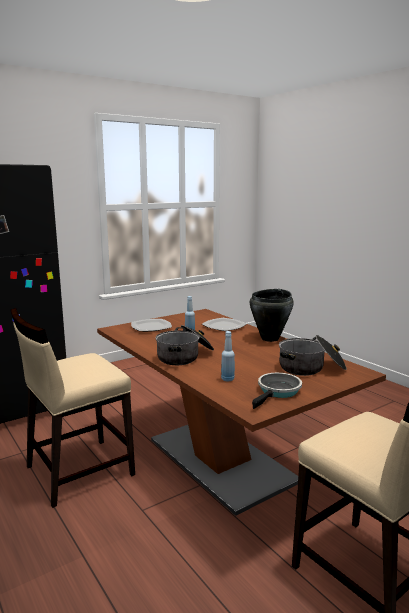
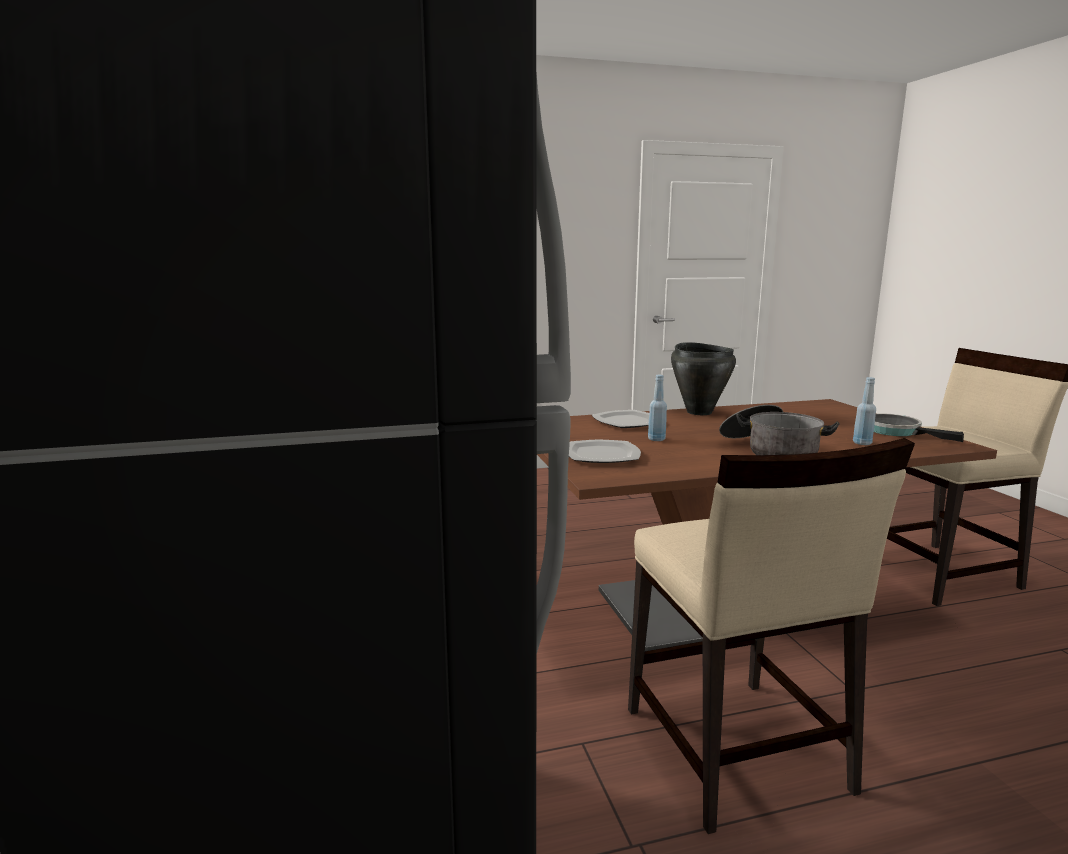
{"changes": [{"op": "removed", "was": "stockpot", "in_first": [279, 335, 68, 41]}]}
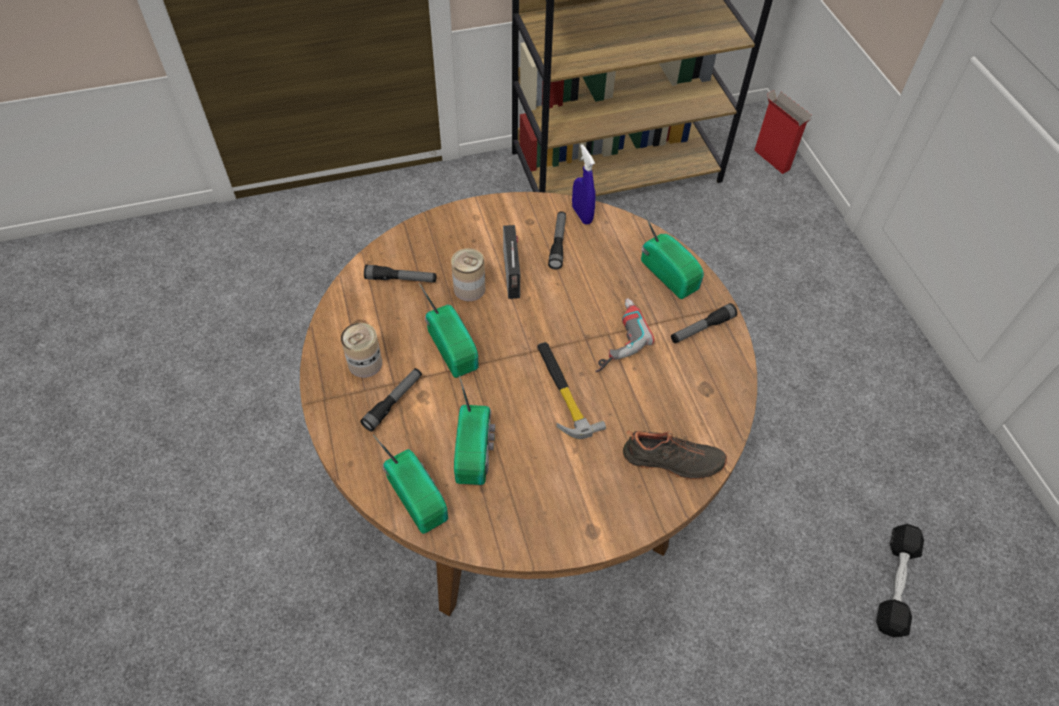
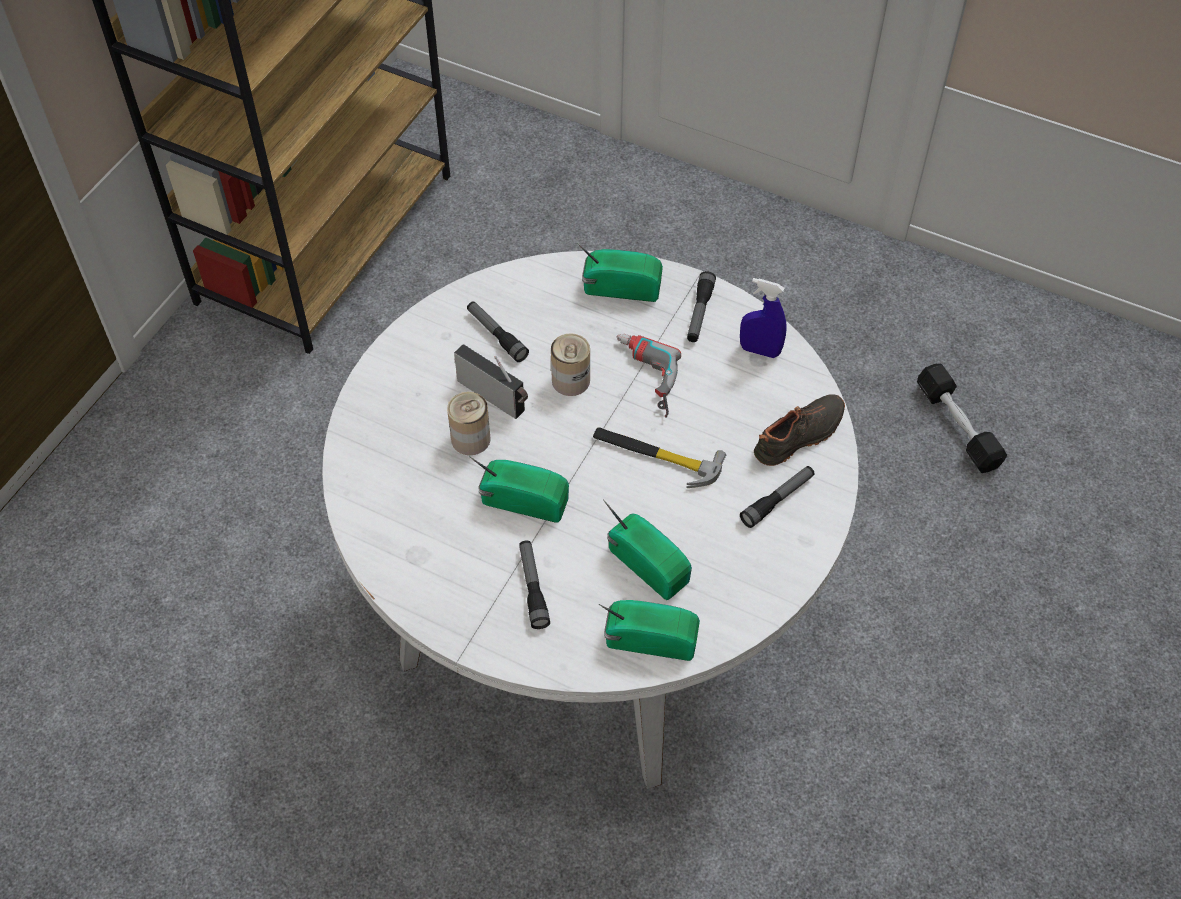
{"changes": [{"op": "removed", "was": "carton", "in_first": [754, 90, 58, 84]}, {"op": "moved", "was": "metal can", "in_first": [341, 323, 41, 55], "in_second": [551, 333, 39, 63]}, {"op": "moved", "was": "flashlight", "in_first": [364, 264, 72, 18], "in_second": [740, 466, 75, 62]}, {"op": "moved", "was": "spray bottle/blue", "in_first": [572, 144, 24, 81], "in_second": [740, 278, 47, 80]}, {"op": "recoloured", "was": "dinner table/brown", "now": "dinner table/white", "in_first": [300, 192, 457, 425], "in_second": [322, 251, 537, 538]}]}
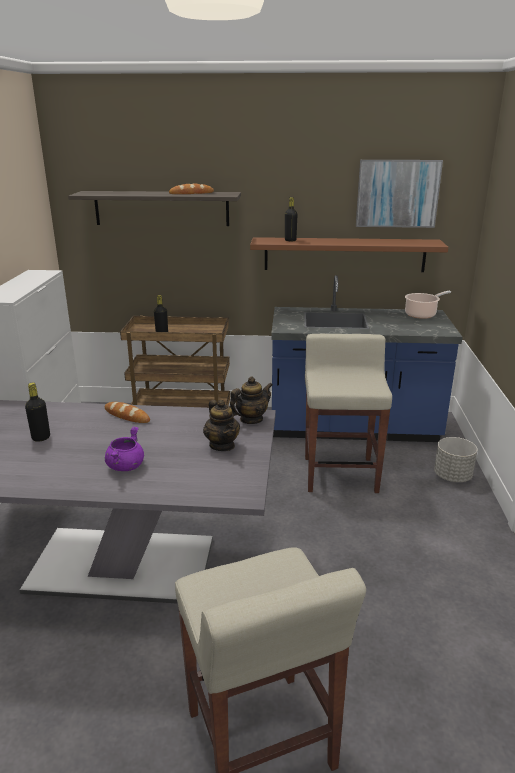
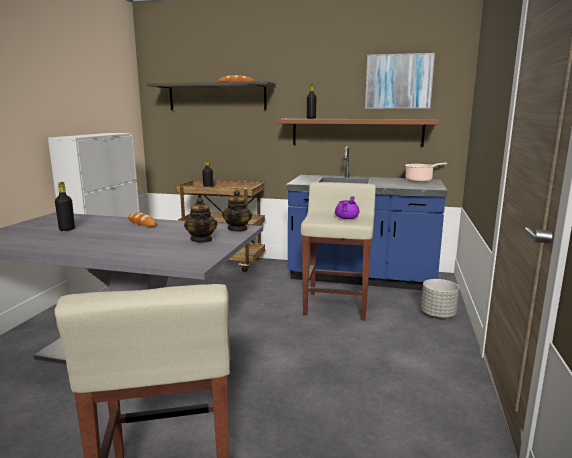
{"changes": [{"op": "moved", "was": "stockpot/purplish", "in_first": [105, 427, 39, 44], "in_second": [335, 196, 24, 23]}, {"op": "turned", "was": "teapot", "in_first": [230, 376, 43, 48], "in_second": [222, 190, 30, 42], "clockwise": 120}]}
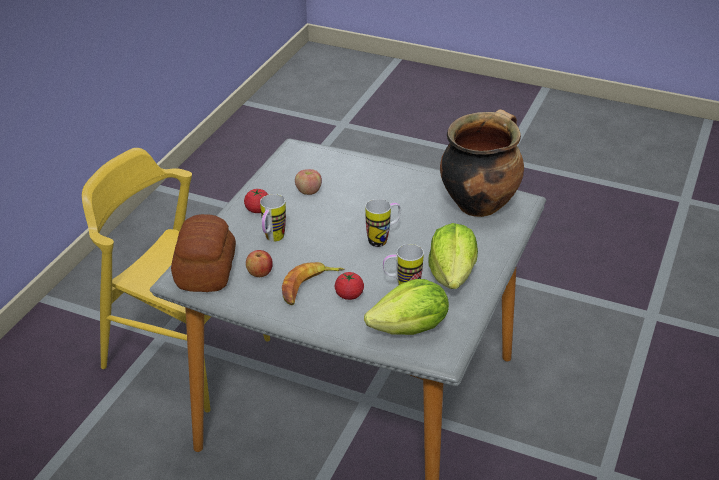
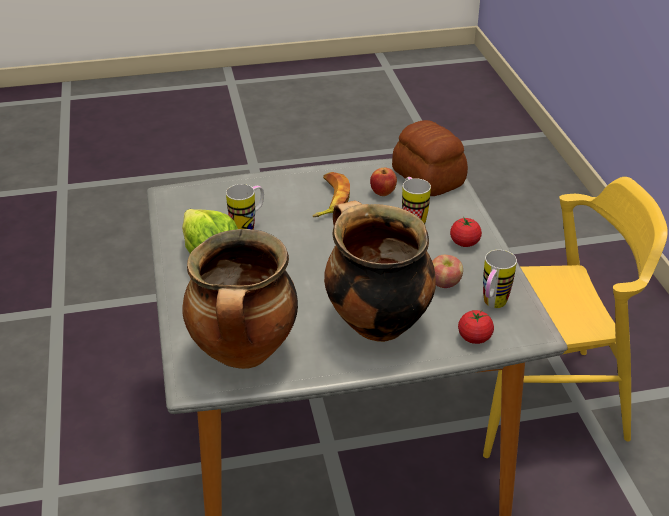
{"changes": [{"op": "removed", "was": "head of lettuce", "in_first": [364, 279, 85, 56]}, {"op": "added", "now": "stockpot", "in_second": [324, 201, 112, 141]}, {"op": "moved", "was": "fresh tomato", "in_first": [335, 272, 29, 28], "in_second": [458, 310, 36, 34]}, {"op": "moved", "was": "mug", "in_first": [365, 199, 36, 48], "in_second": [483, 250, 34, 58]}]}
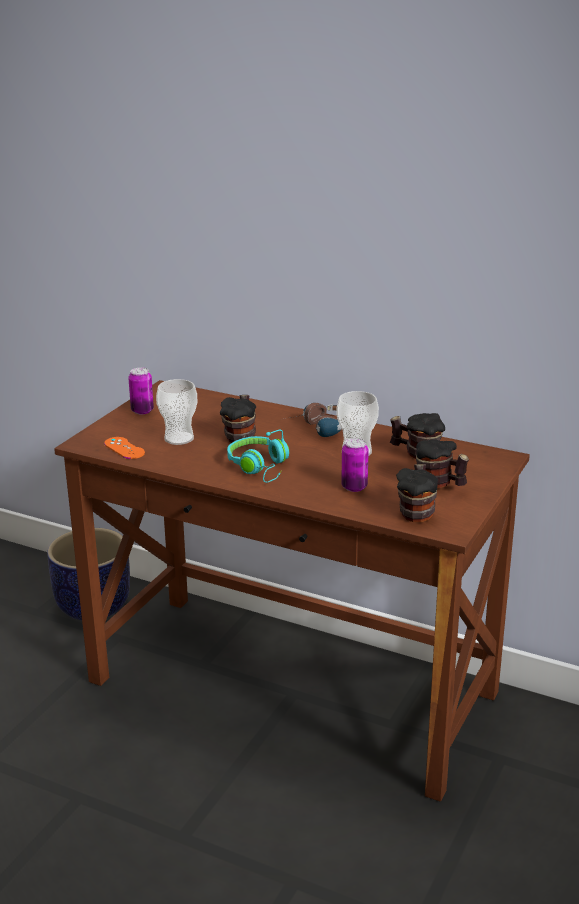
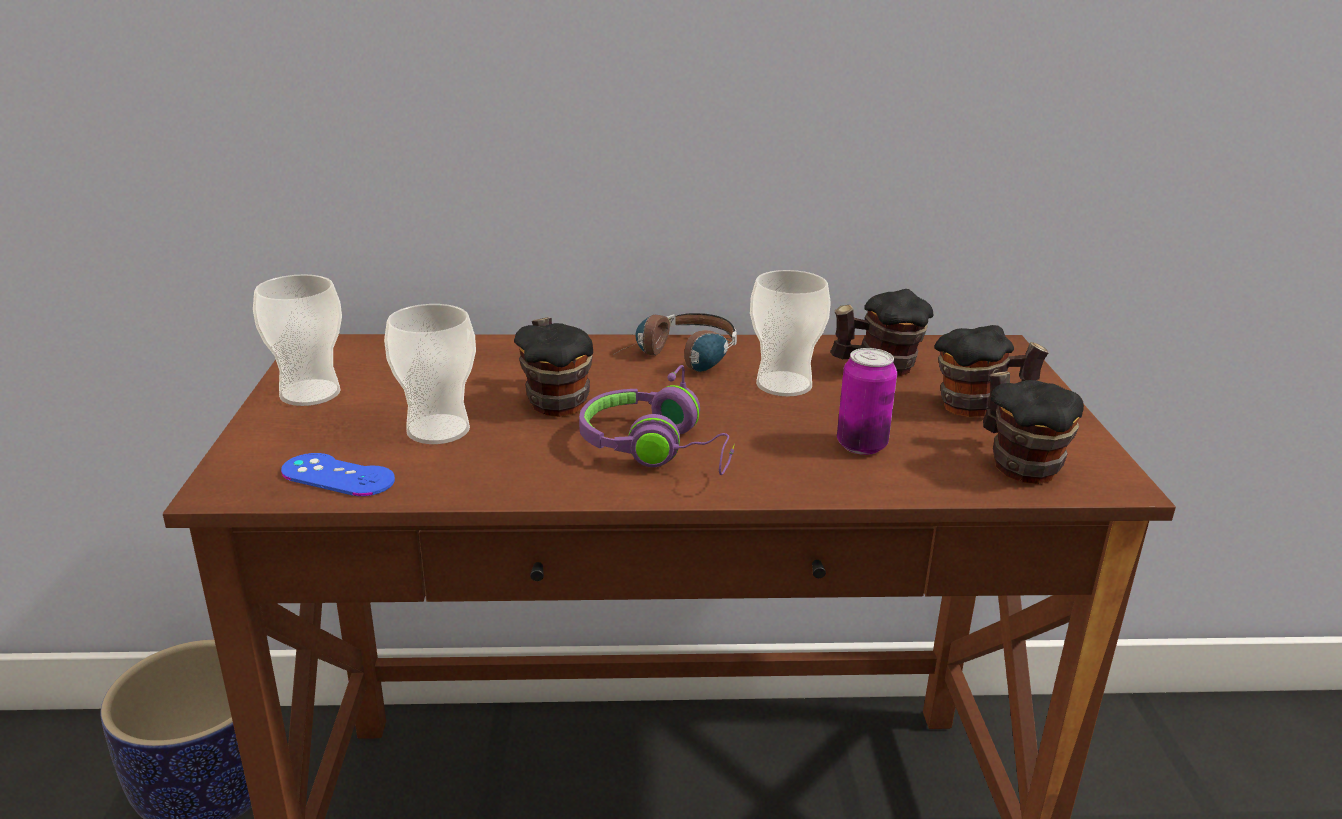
{"changes": [{"op": "replaced", "was": "metal can", "now": "cup", "in_first": [128, 368, 26, 47], "in_second": [253, 274, 89, 132]}, {"op": "recoloured", "was": "joypad/orange-coloured", "now": "joypad/blue", "in_first": [104, 437, 41, 22], "in_second": [281, 453, 114, 43]}, {"op": "recoloured", "was": "pair of headphones/blue-green", "now": "pair of headphones/purplish", "in_first": [227, 430, 62, 53], "in_second": [579, 365, 156, 110]}]}
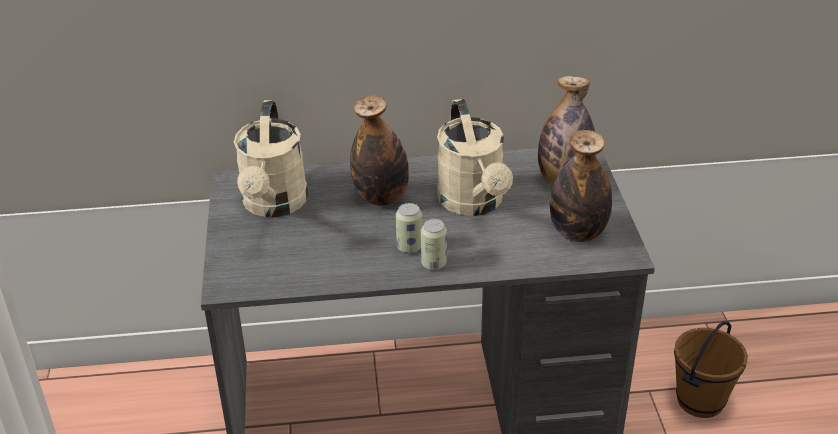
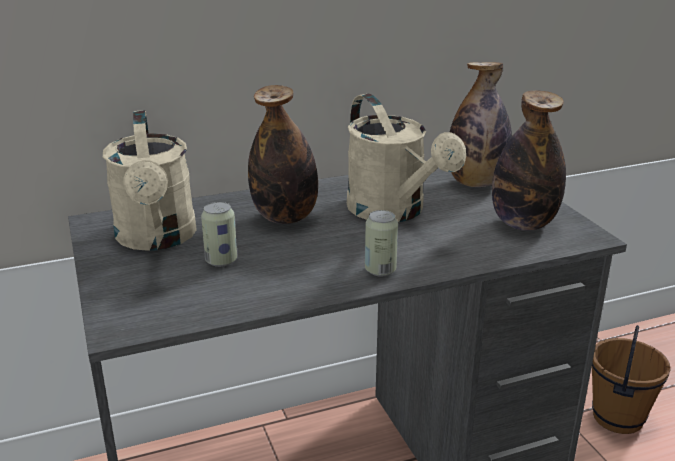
{"changes": [{"op": "moved", "was": "metal can", "in_first": [396, 203, 26, 50], "in_second": [201, 202, 36, 65]}]}
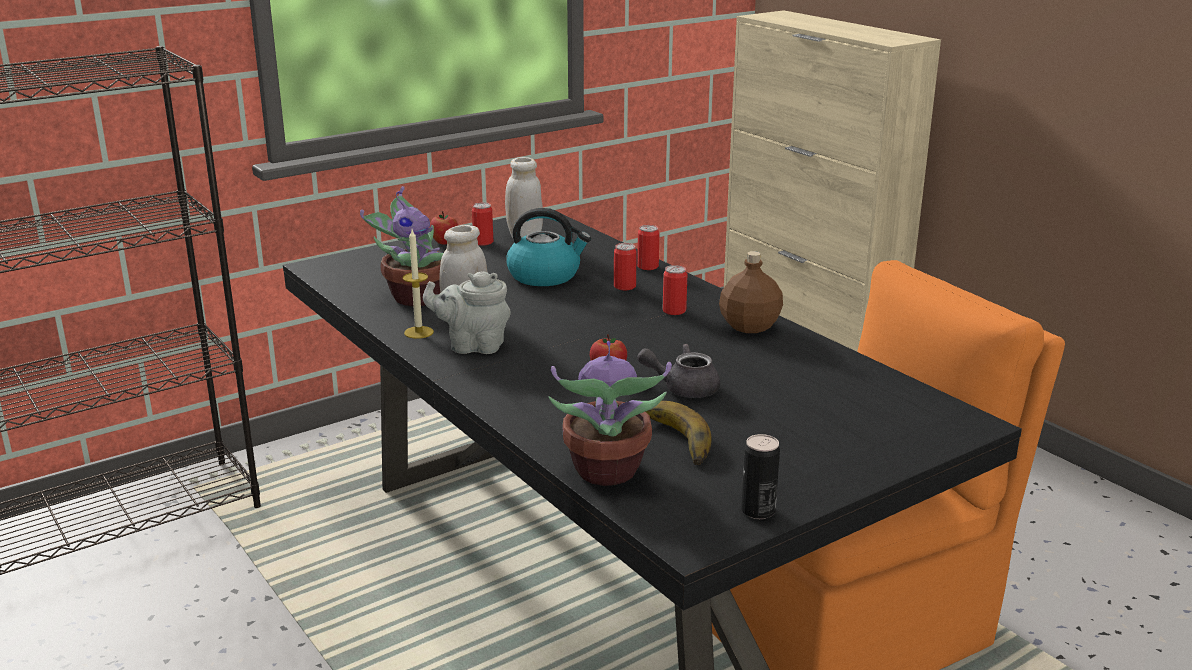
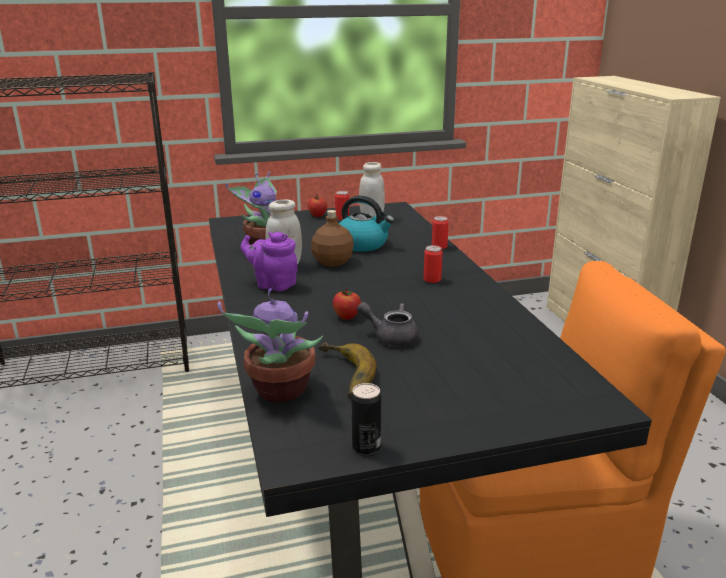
{"changes": [{"op": "removed", "was": "candle", "in_first": [402, 230, 32, 109]}, {"op": "removed", "was": "metal can", "in_first": [614, 243, 23, 47]}, {"op": "moved", "was": "bottle/brown", "in_first": [719, 251, 64, 82], "in_second": [311, 210, 43, 57]}, {"op": "recoloured", "was": "teapot/grey", "now": "teapot/purplish", "in_first": [423, 271, 88, 83], "in_second": [240, 232, 58, 60]}]}
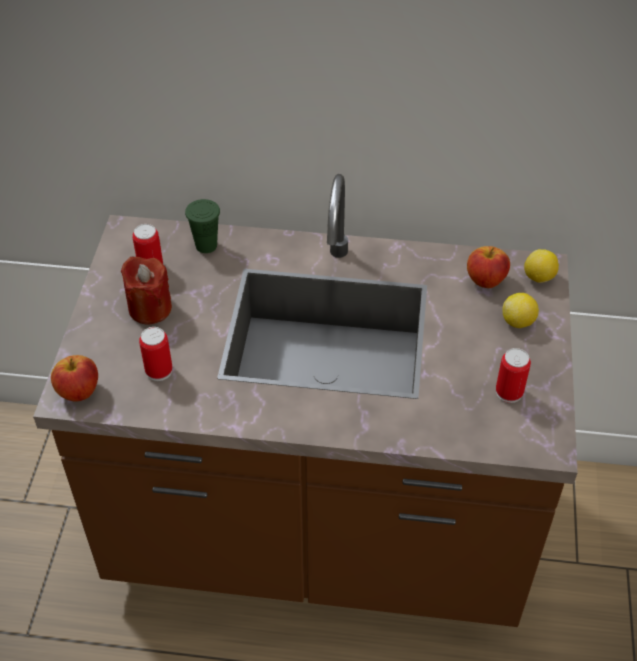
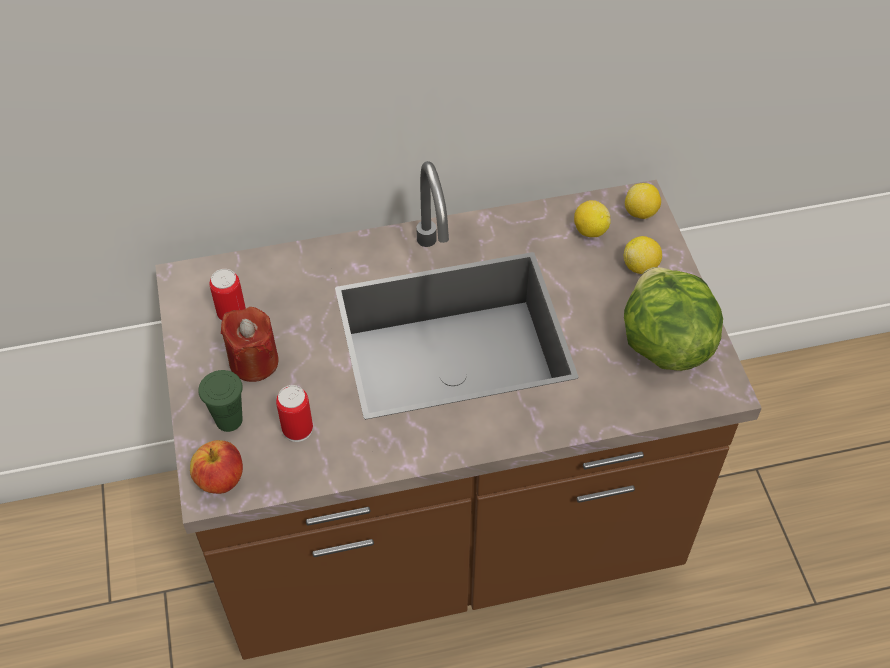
{"changes": [{"op": "moved", "was": "cup/greenish", "in_first": [185, 199, 35, 54], "in_second": [198, 370, 45, 62]}, {"op": "replaced", "was": "apple fruit", "now": "whole lemon", "in_first": [467, 246, 43, 42], "in_second": [574, 200, 37, 37]}, {"op": "replaced", "was": "metal can", "now": "head of lettuce", "in_first": [496, 348, 35, 55], "in_second": [624, 267, 99, 104]}]}
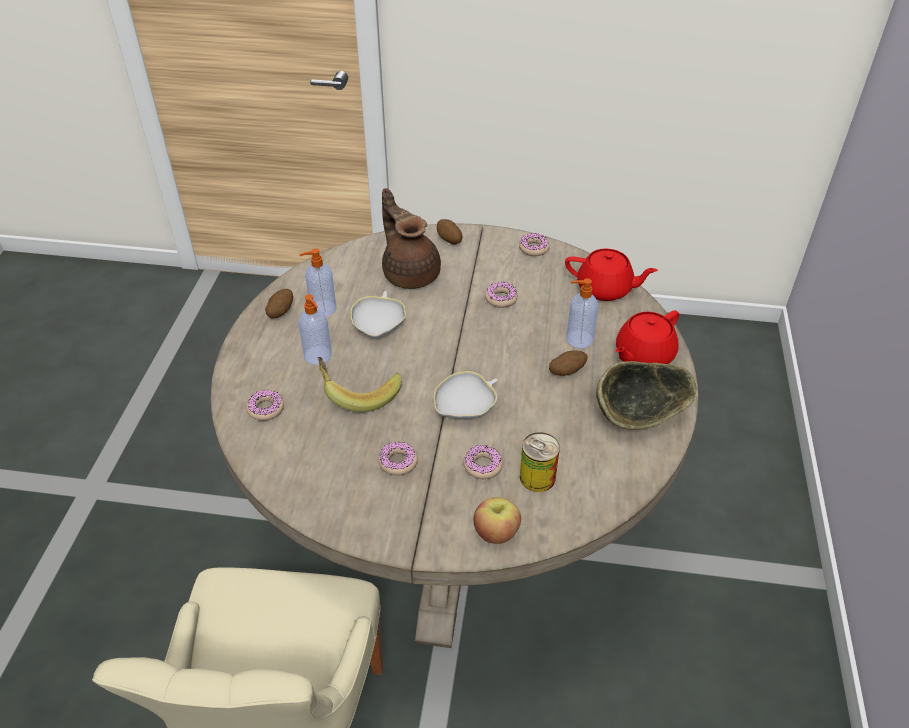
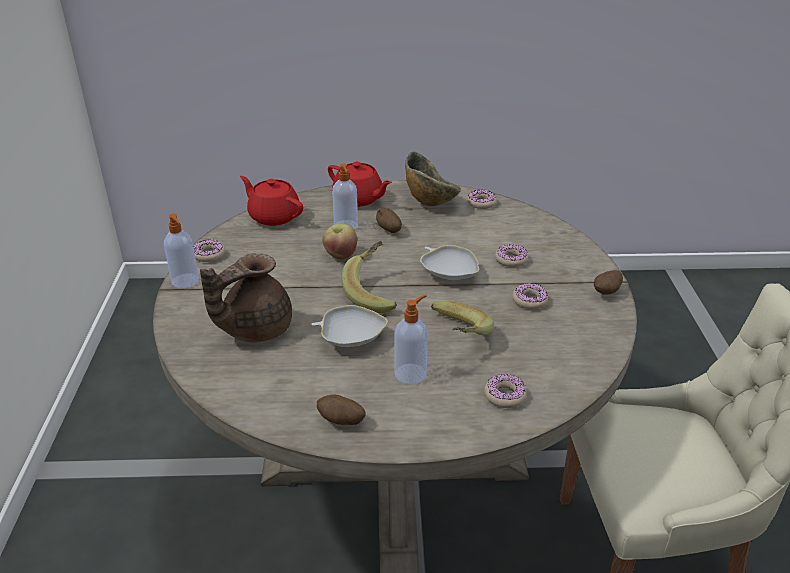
{"changes": [{"op": "removed", "was": "metal can", "in_first": [520, 432, 40, 60]}, {"op": "added", "now": "banana", "in_second": [342, 241, 55, 72]}, {"op": "moved", "was": "soap dispenser", "in_first": [299, 248, 37, 69], "in_second": [164, 214, 35, 74]}, {"op": "moved", "was": "potato", "in_first": [437, 219, 25, 26], "in_second": [594, 270, 29, 24]}, {"op": "moved", "was": "apple fruit", "in_first": [474, 497, 47, 47], "in_second": [322, 223, 35, 36]}, {"op": "moved", "was": "doughnut", "in_first": [485, 281, 33, 27], "in_second": [467, 190, 30, 19]}, {"op": "turned", "was": "teapot/reddish", "in_first": [565, 248, 93, 53], "in_second": [240, 176, 63, 50], "clockwise": -60}]}
